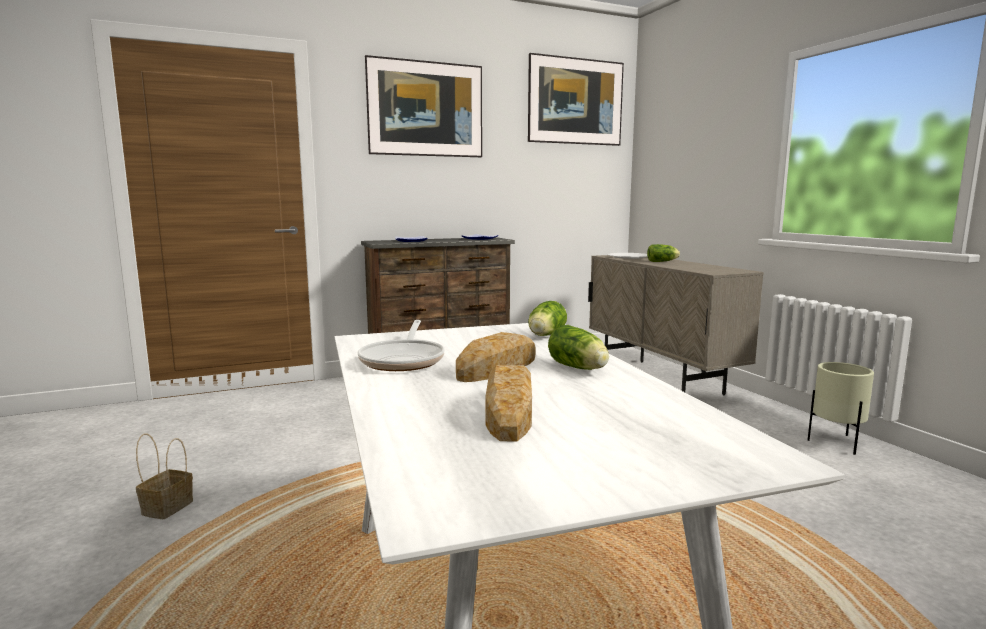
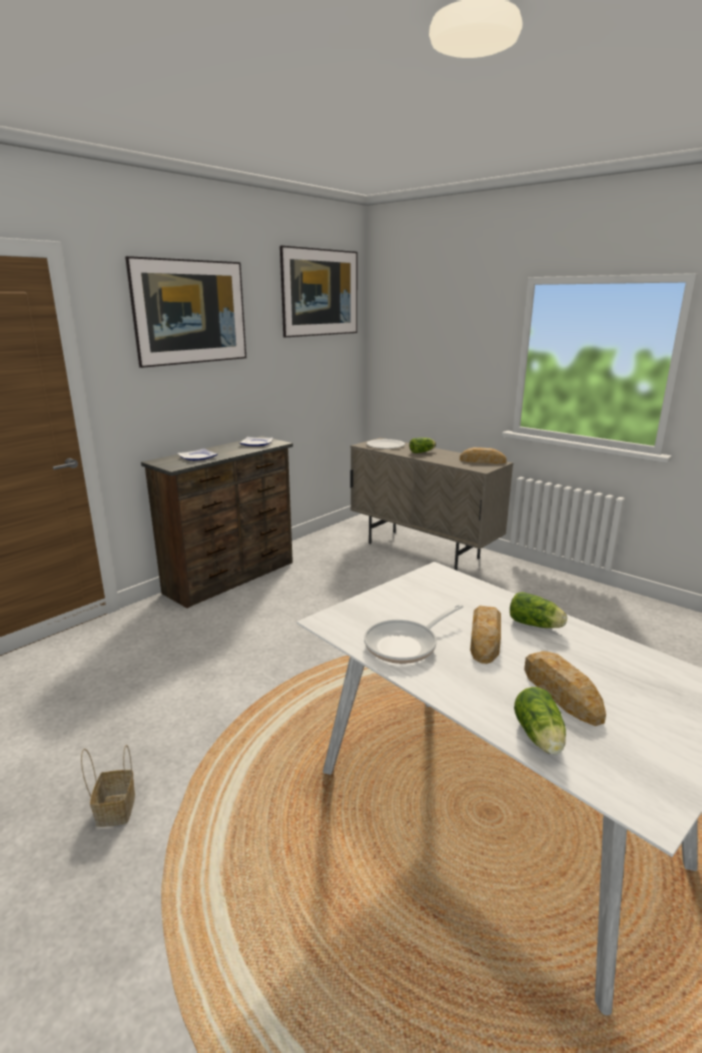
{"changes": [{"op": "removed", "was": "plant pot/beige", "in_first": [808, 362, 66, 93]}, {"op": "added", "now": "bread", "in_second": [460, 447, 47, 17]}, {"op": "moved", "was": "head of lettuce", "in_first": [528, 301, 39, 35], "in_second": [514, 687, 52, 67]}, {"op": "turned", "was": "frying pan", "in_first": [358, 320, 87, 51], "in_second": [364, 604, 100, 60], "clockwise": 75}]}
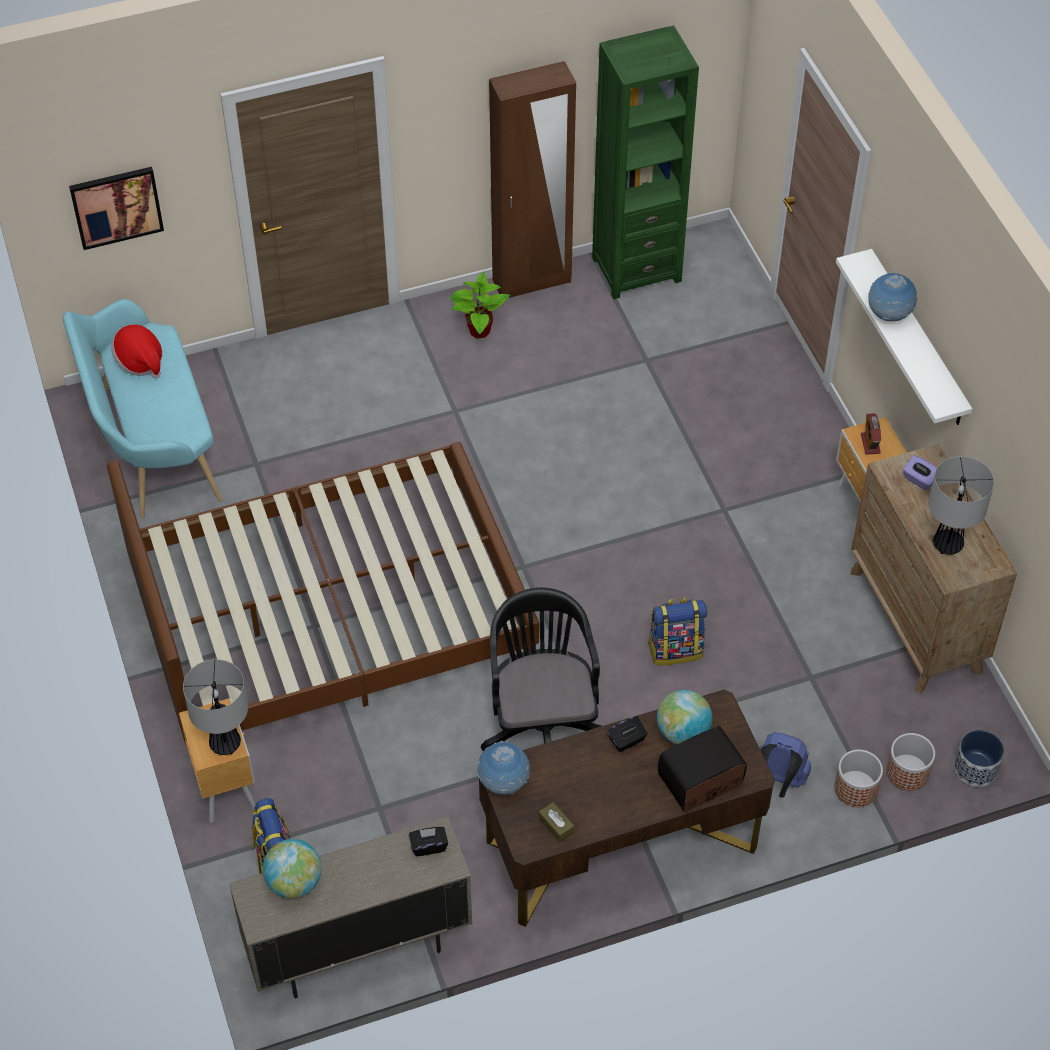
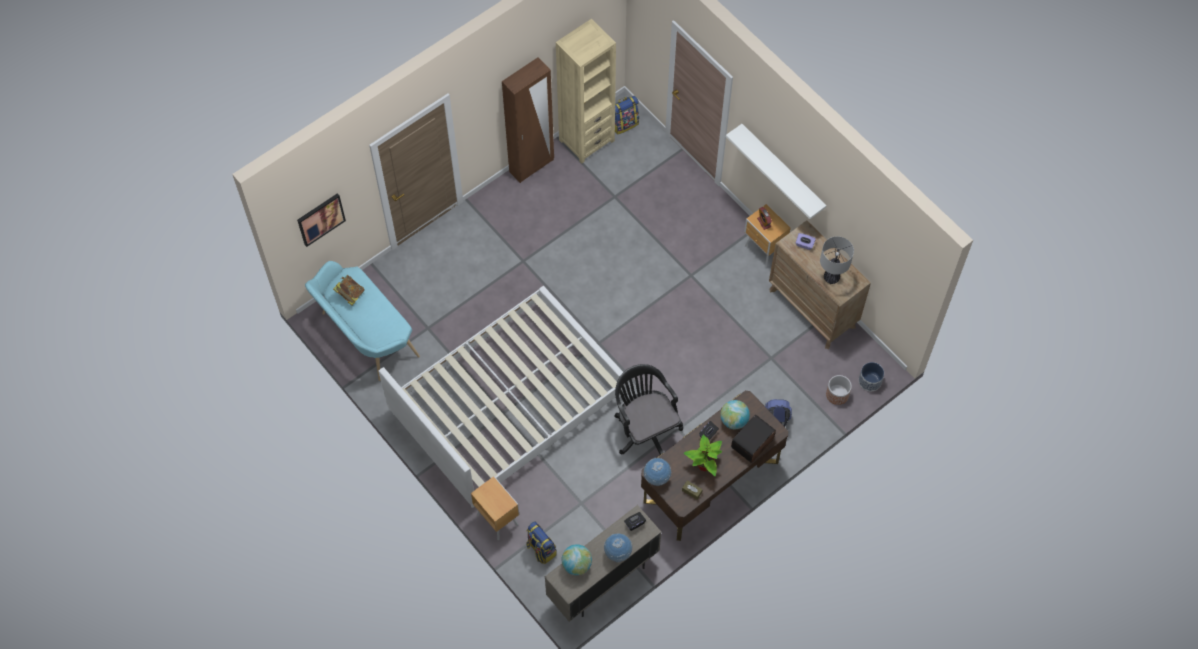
{"changes": [{"op": "removed", "was": "table lamp", "in_first": [183, 659, 65, 96]}, {"op": "removed", "was": "plant pot", "in_first": [834, 749, 49, 58]}, {"op": "moved", "was": "plant in a pot", "in_first": [450, 272, 60, 67], "in_second": [684, 435, 38, 41]}, {"op": "moved", "was": "knapsack", "in_first": [648, 597, 59, 68], "in_second": [615, 96, 24, 38]}, {"op": "moved", "was": "globe", "in_first": [868, 273, 49, 49], "in_second": [604, 534, 28, 28]}, {"op": "replaced", "was": "hat", "now": "bound book", "in_first": [111, 324, 51, 54], "in_second": [333, 275, 32, 31]}, {"op": "recoloured", "was": "sleeping bed/brown", "now": "sleeping bed/white", "in_first": [107, 442, 432, 303], "in_second": [379, 286, 250, 222]}, {"op": "recoloured", "was": "shelving unit/greenish", "now": "shelving unit/beige", "in_first": [592, 25, 107, 274], "in_second": [556, 19, 60, 144]}]}
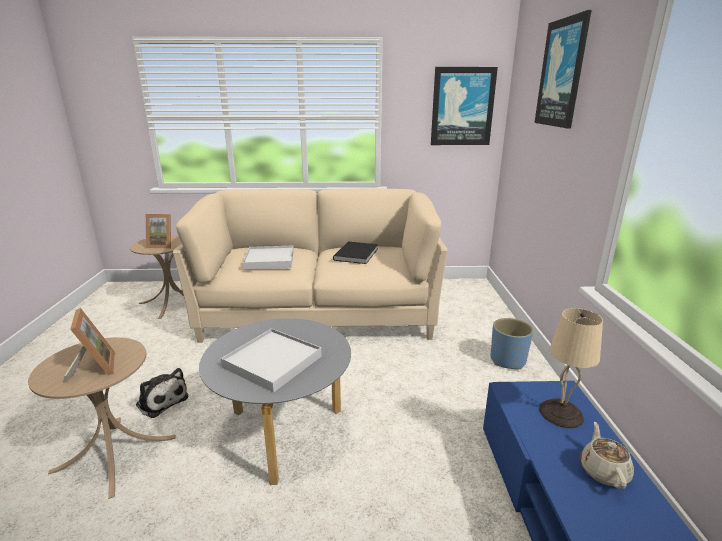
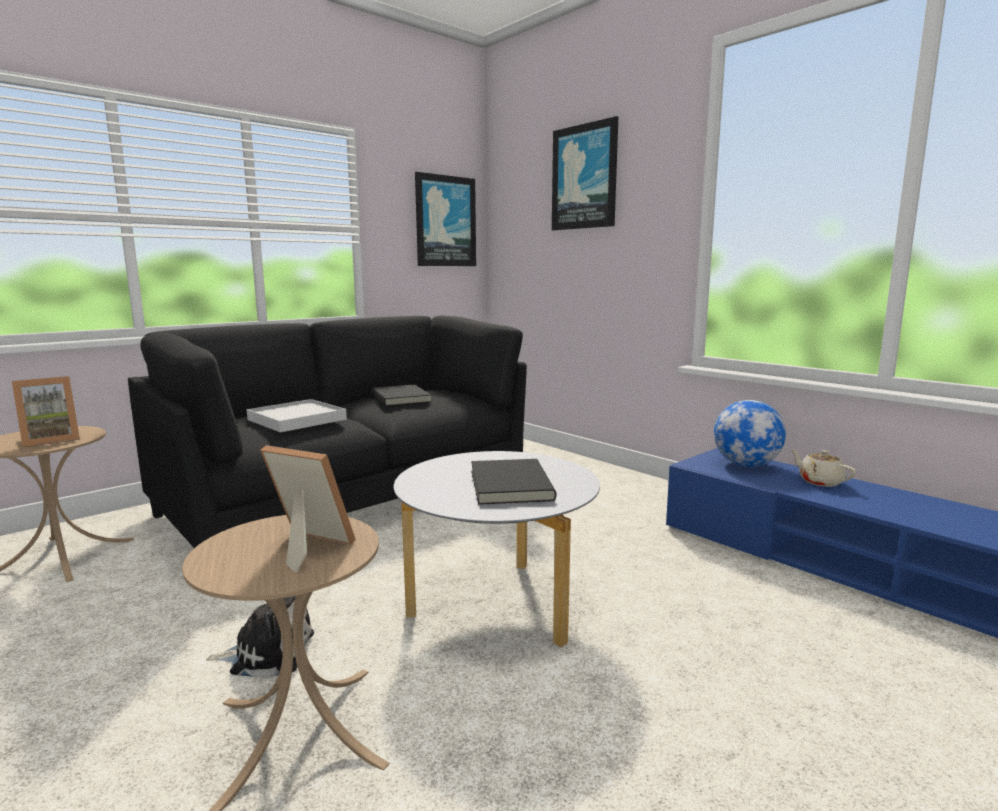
{"changes": [{"op": "removed", "was": "plant pot/blue", "in_first": [491, 318, 42, 51]}, {"op": "replaced", "was": "tray/white", "now": "bound book/blackish", "in_first": [221, 328, 101, 65], "in_second": [471, 459, 86, 46]}, {"op": "replaced", "was": "table lamp/beige", "now": "globe", "in_first": [539, 308, 64, 120], "in_second": [714, 400, 72, 67]}, {"op": "recoloured", "was": "sofa/beige", "now": "sofa/blackish", "in_first": [173, 188, 274, 155], "in_second": [128, 316, 399, 232]}]}
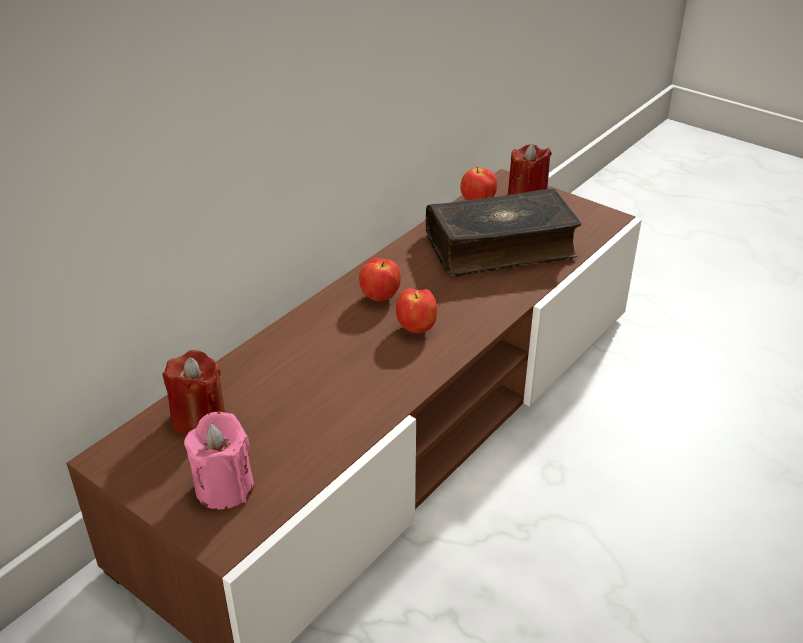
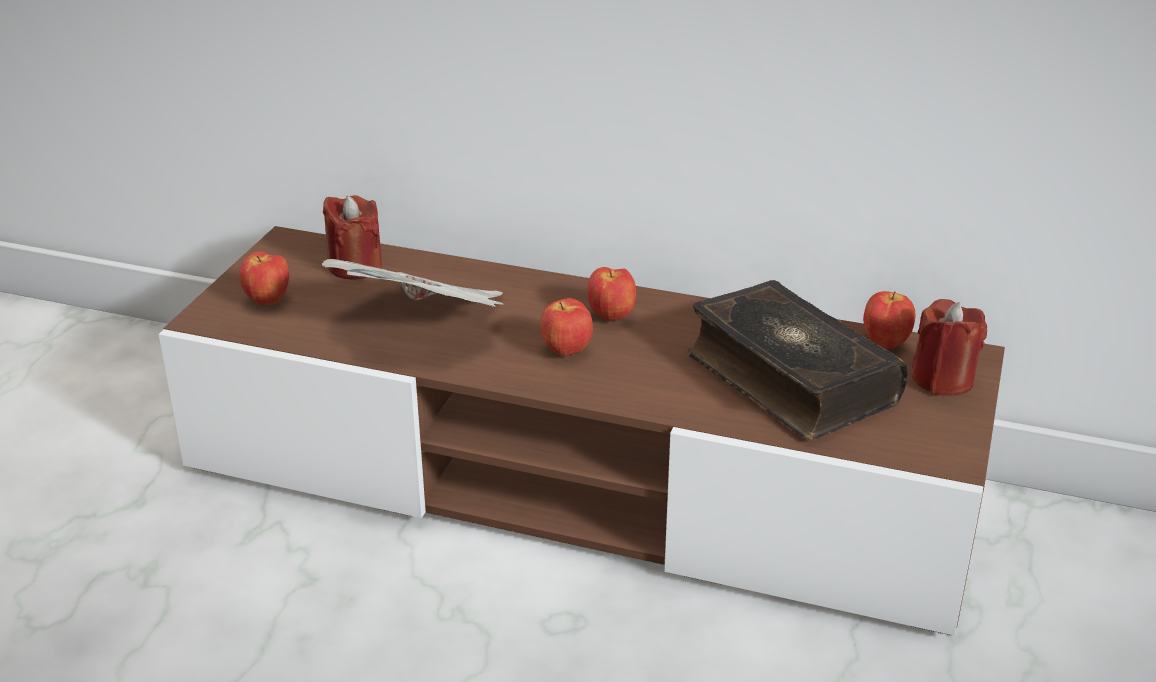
{"changes": [{"op": "added", "now": "daily paper", "in_second": [322, 259, 181, 48]}, {"op": "replaced", "was": "candle/pink-coloured", "now": "apple fruit", "in_first": [184, 411, 70, 98], "in_second": [239, 251, 50, 54]}]}
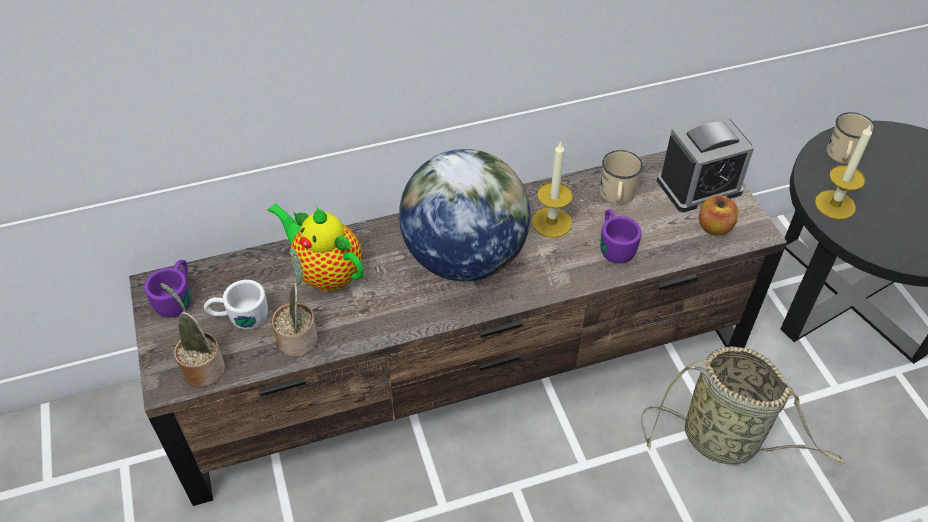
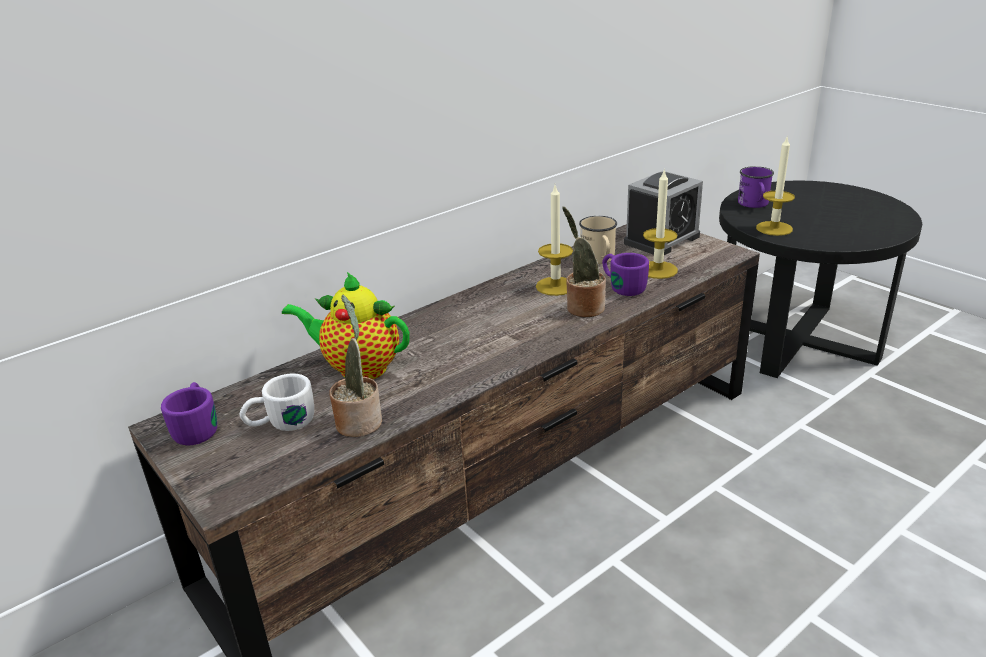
{"changes": [{"op": "removed", "was": "globe", "in_first": [399, 149, 132, 133]}, {"op": "removed", "was": "storage basket", "in_first": [641, 347, 205, 118]}, {"op": "removed", "was": "apple fruit", "in_first": [699, 195, 39, 41]}, {"op": "added", "now": "candle", "in_second": [643, 169, 35, 110]}, {"op": "moved", "was": "plant in a pot", "in_first": [160, 283, 65, 104], "in_second": [562, 207, 44, 111]}, {"op": "recoloured", "was": "mug/beige", "now": "mug/purplish", "in_first": [826, 112, 49, 52], "in_second": [738, 166, 36, 42]}]}
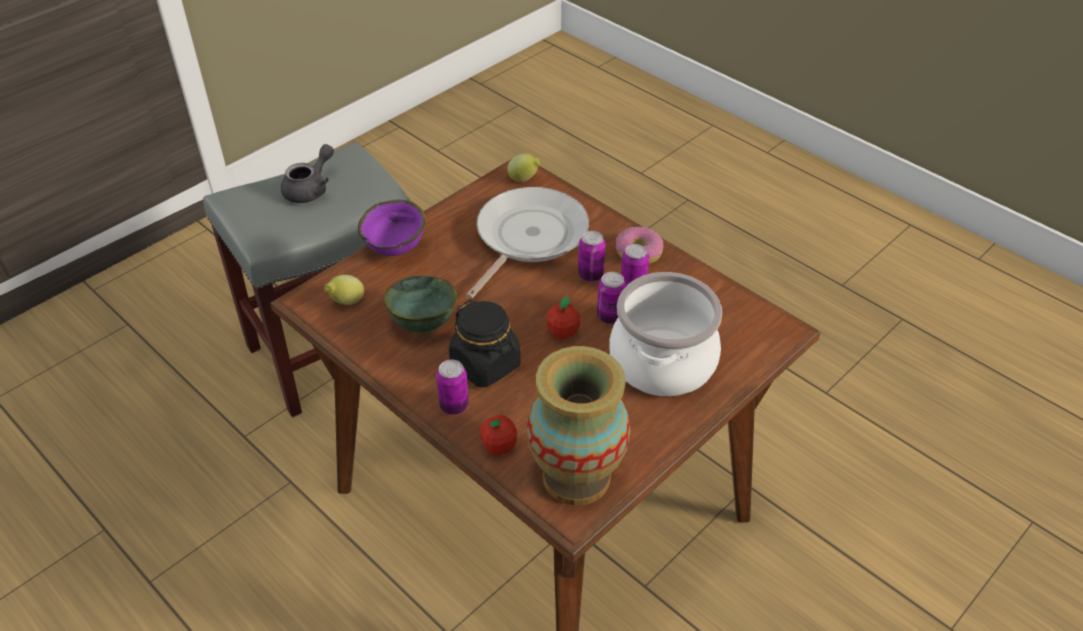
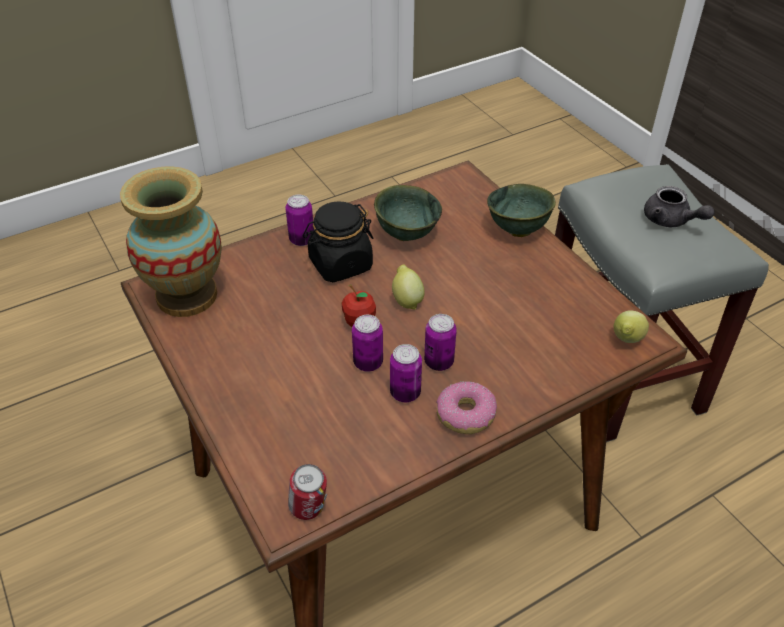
{"changes": [{"op": "removed", "was": "frying pan", "in_first": [466, 187, 123, 112]}, {"op": "removed", "was": "apple fruit", "in_first": [480, 408, 37, 48]}, {"op": "removed", "was": "stockpot", "in_first": [610, 272, 112, 124]}, {"op": "added", "now": "metal can", "in_second": [288, 464, 39, 56]}, {"op": "moved", "was": "whole lemon", "in_first": [325, 275, 39, 30], "in_second": [392, 264, 33, 46]}, {"op": "recoloured", "was": "serving bowl/purplish", "now": "serving bowl/greenish", "in_first": [358, 199, 67, 57], "in_second": [487, 184, 69, 53]}]}
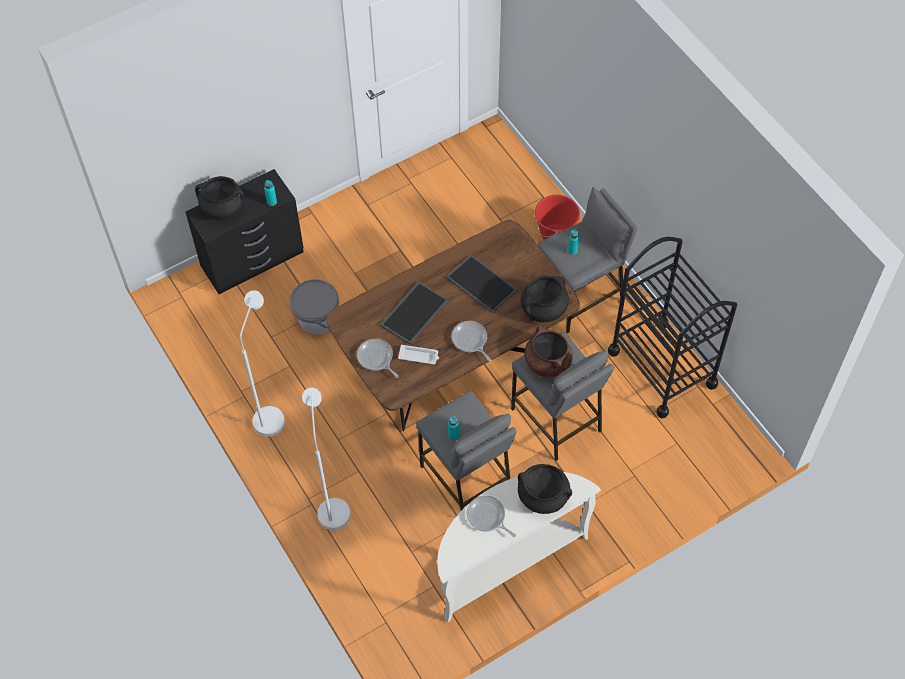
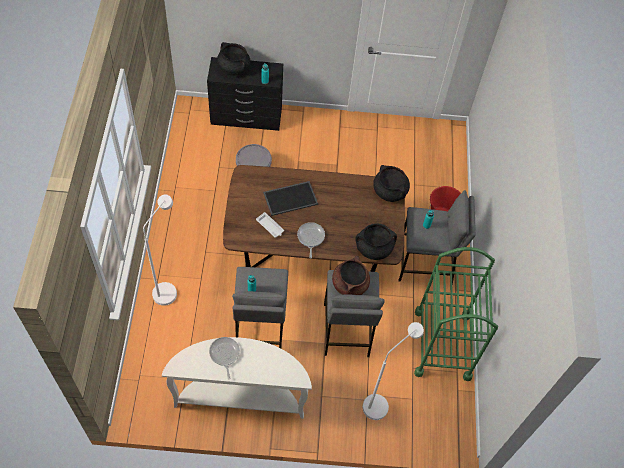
{"changes": [{"op": "removed", "was": "frying pan", "in_first": [357, 339, 42, 39]}, {"op": "removed", "was": "tray", "in_first": [446, 254, 72, 60]}, {"op": "moved", "was": "standing lamp/white", "in_first": [240, 290, 45, 147], "in_second": [363, 322, 61, 98]}, {"op": "moved", "was": "stockpot/blackish", "in_first": [518, 464, 54, 50], "in_second": [373, 165, 37, 37]}, {"op": "recoloured", "was": "cart/blackish", "now": "cart/greenish", "in_first": [608, 237, 129, 182], "in_second": [414, 247, 84, 134]}]}
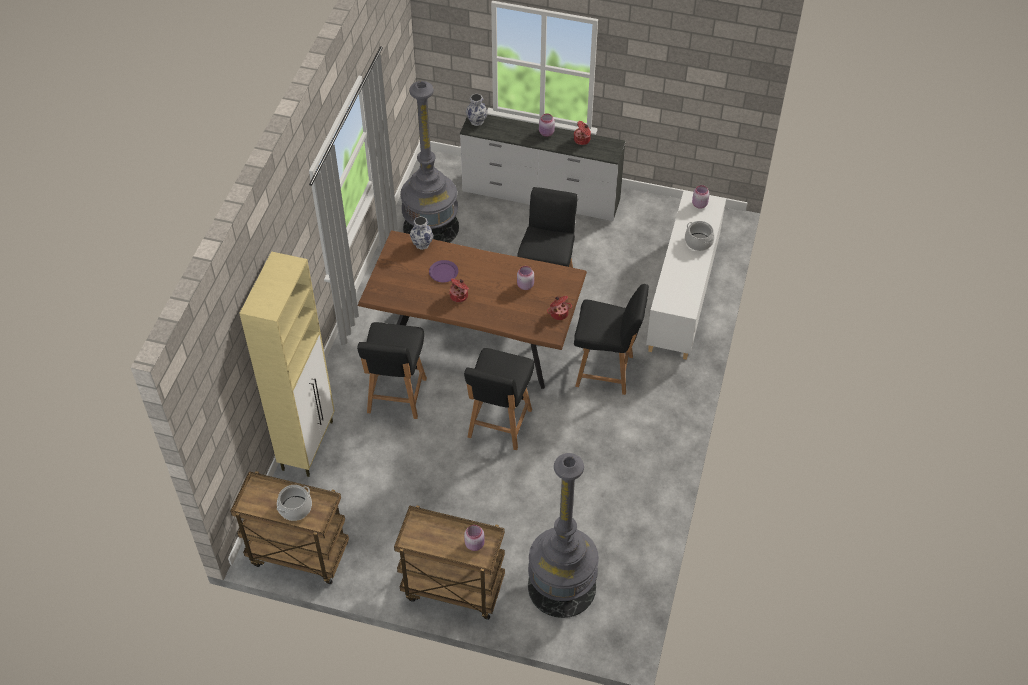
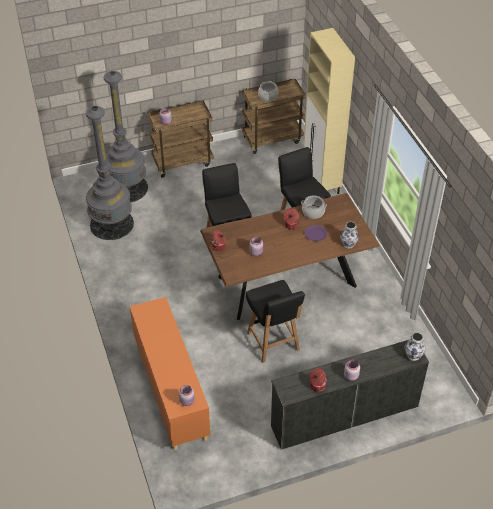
{"changes": [{"op": "removed", "was": "plain chair/blackish", "in_first": [574, 284, 75, 111]}, {"op": "moved", "was": "standing lamp/grey", "in_first": [400, 81, 59, 162], "in_second": [86, 106, 48, 134]}, {"op": "moved", "was": "stockpot", "in_first": [685, 221, 30, 30], "in_second": [301, 195, 26, 24]}, {"op": "recoloured", "was": "cabinet/white", "now": "cabinet/orange-coloured", "in_first": [646, 191, 80, 169], "in_second": [130, 297, 80, 153]}]}
